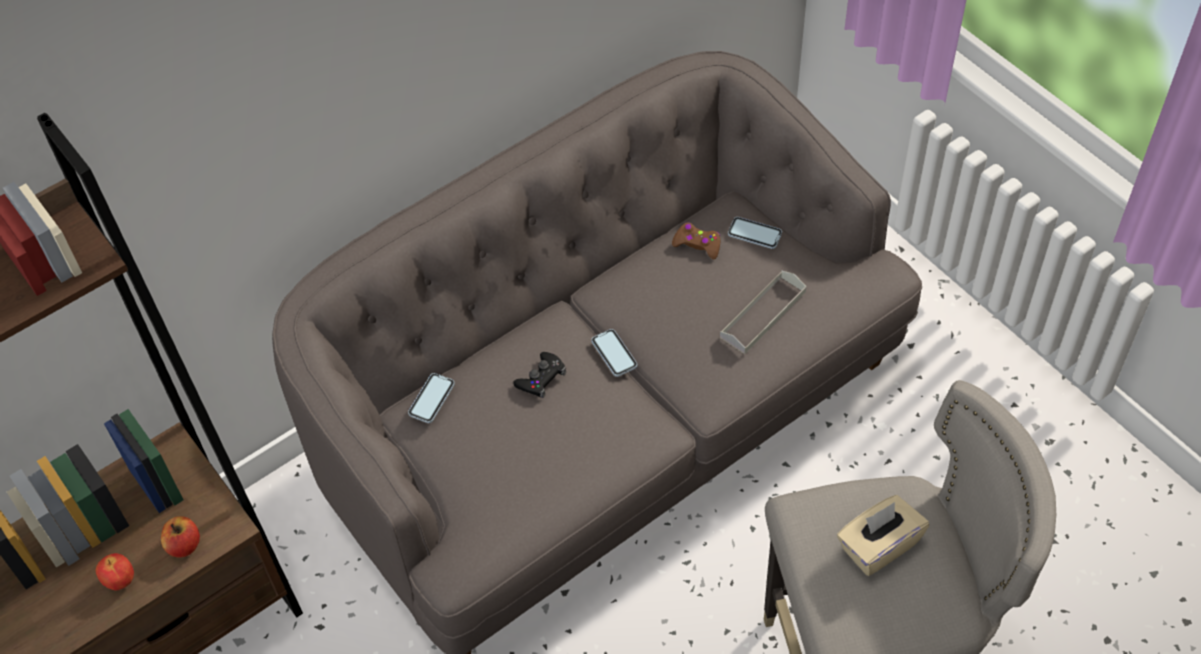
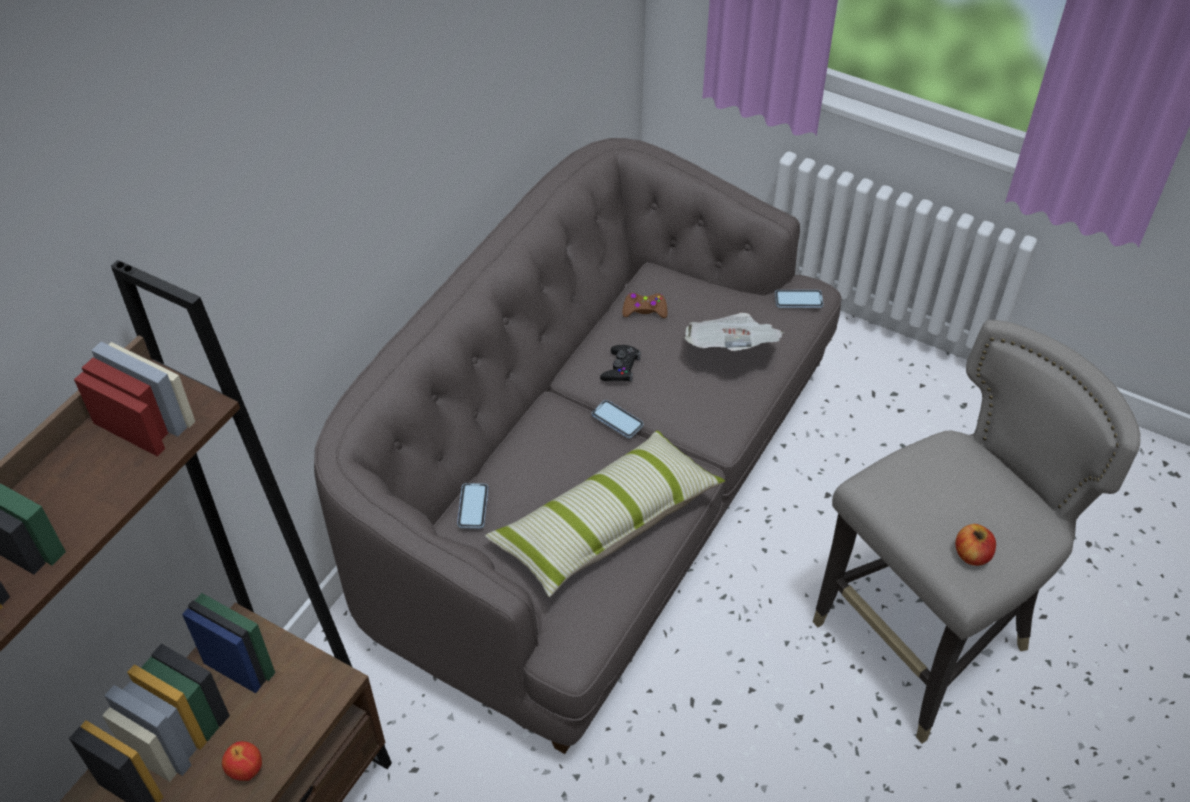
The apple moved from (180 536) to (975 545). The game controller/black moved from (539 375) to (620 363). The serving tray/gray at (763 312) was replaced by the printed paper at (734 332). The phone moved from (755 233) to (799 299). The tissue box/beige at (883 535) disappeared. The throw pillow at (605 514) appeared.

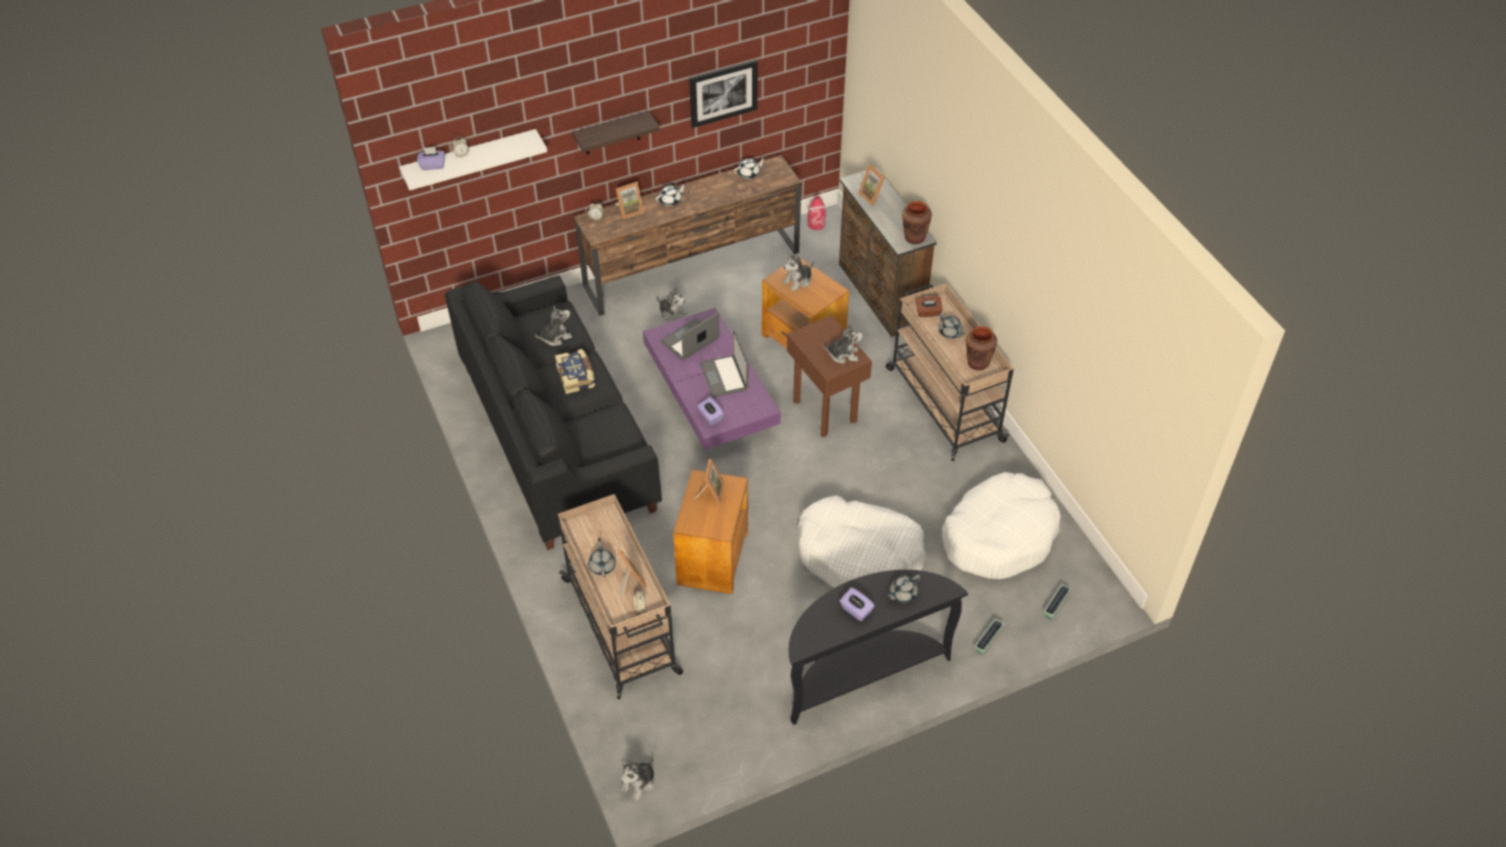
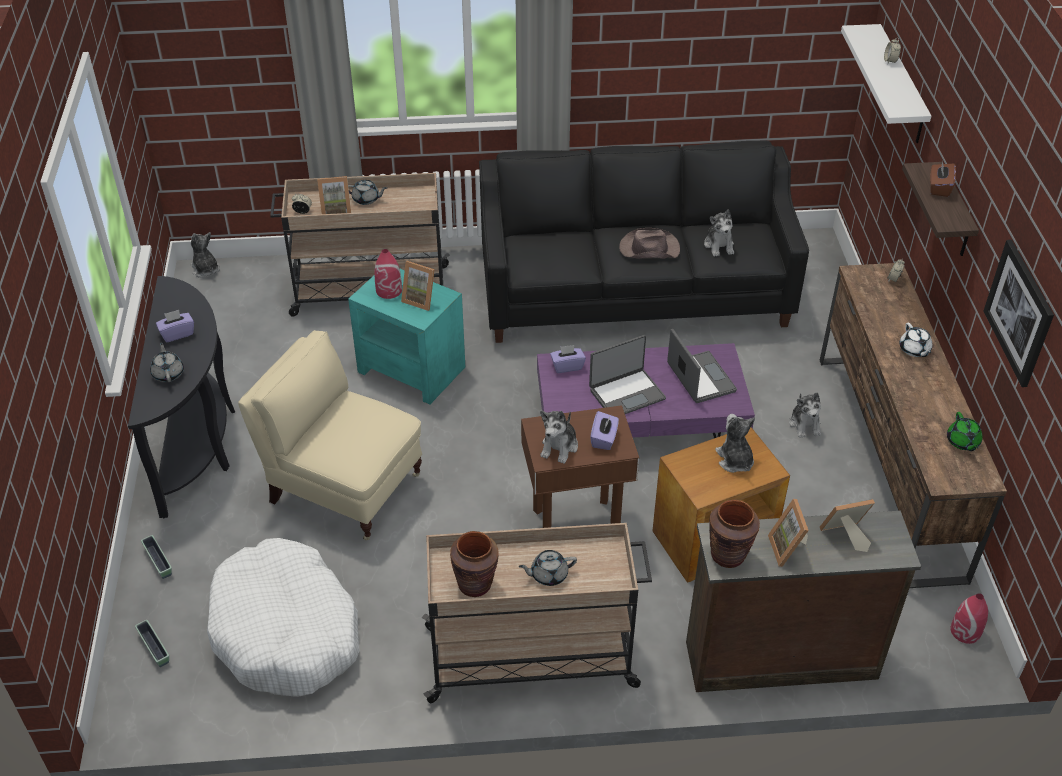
The tissue box/purple-coloured moved from (431 158) to (604 430). The volume at (575 371) was replaced by the wearable hat/brownish at (649 243). The photo frame moved from (629 200) to (788 533). The cuddly toy at (672 304) turned 60 degrees counterclockwise. The side table/brownish at (710 531) became the side table/turquoise at (406 336). The portable computer at (724 364) turned 150 degrees clockwise. The pot for tea/whitish at (750 168) became the pot for tea/greenish at (965 431). The dog bed/whitish at (862 541) was replaced by the lounge chair/beige at (330 435). The tissue box/brownish moved from (929 306) to (943 179). The vase/red-coloured at (388 274) appeared.

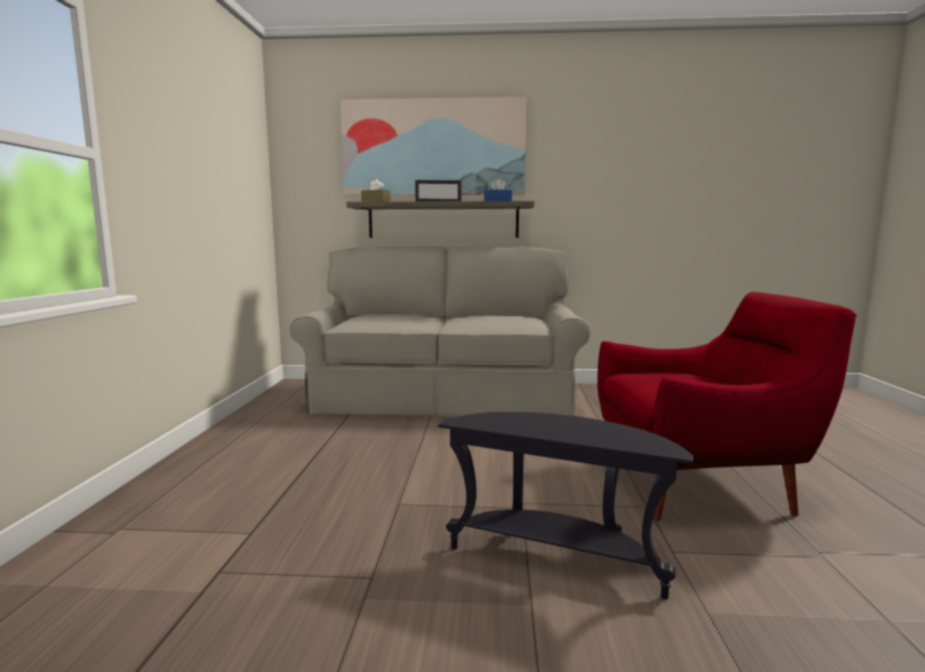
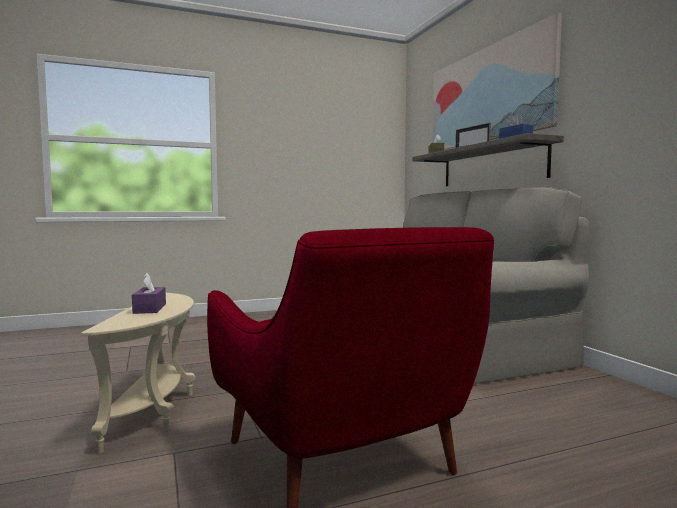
The side table/black at (566 506) became the side table/beige at (138 373). The tissue box/purple-coloured at (149 293) appeared.

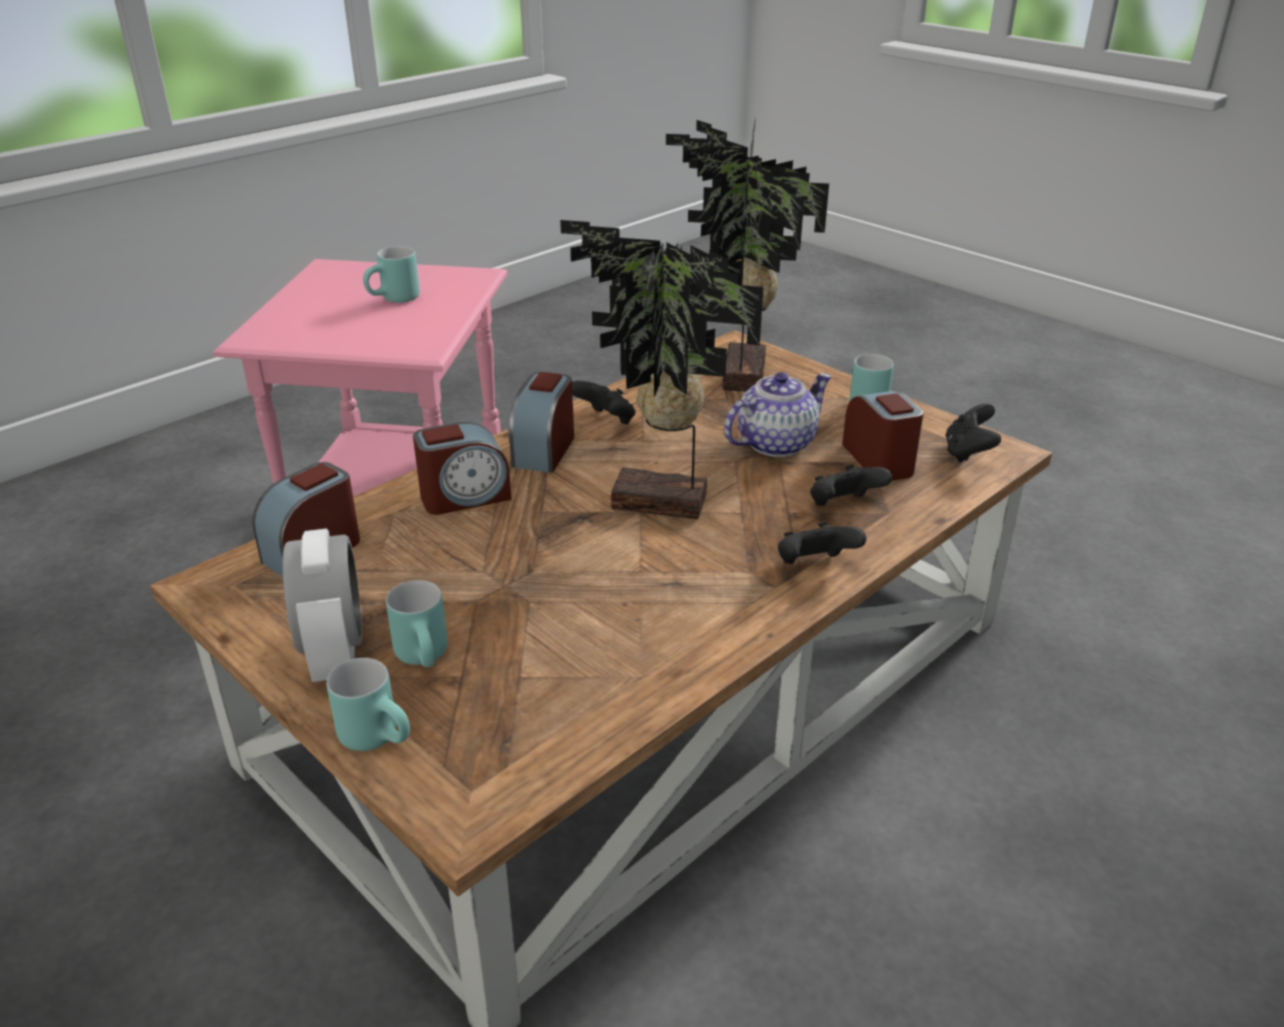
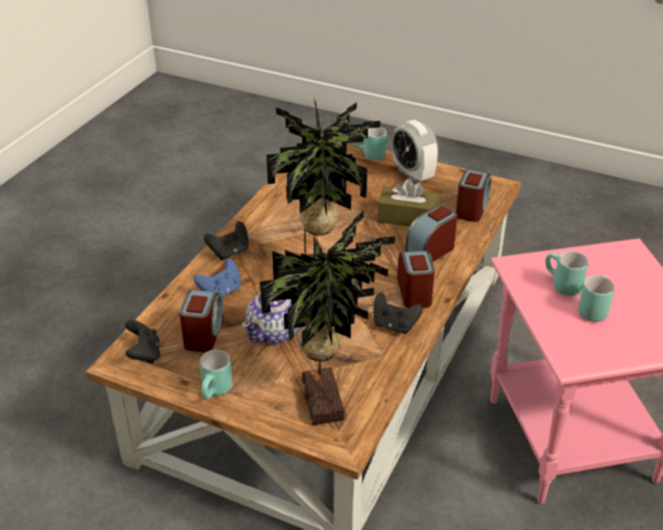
The tea mug/turquoise moved from (417 623) to (566 273). The game controller/black at (851 485) became the game controller/bluish at (217 278). The bedside clock at (883 436) turned 135 degrees counterclockwise. The tissue box/brownish at (408 202) appeared.

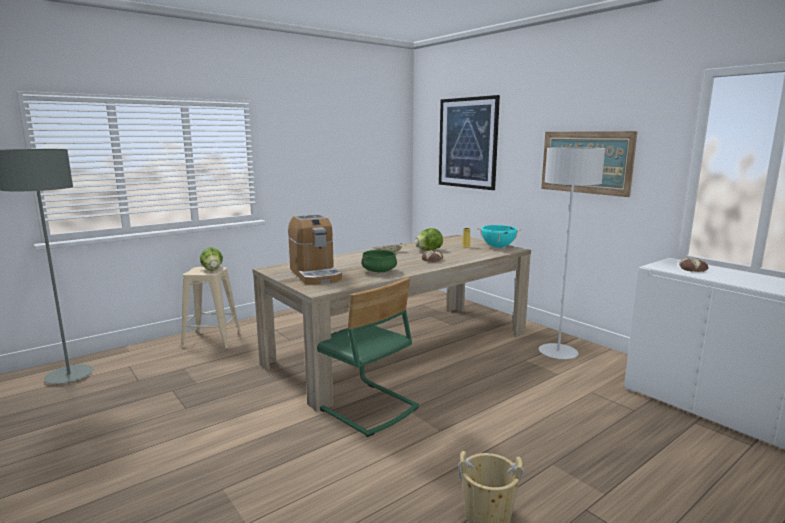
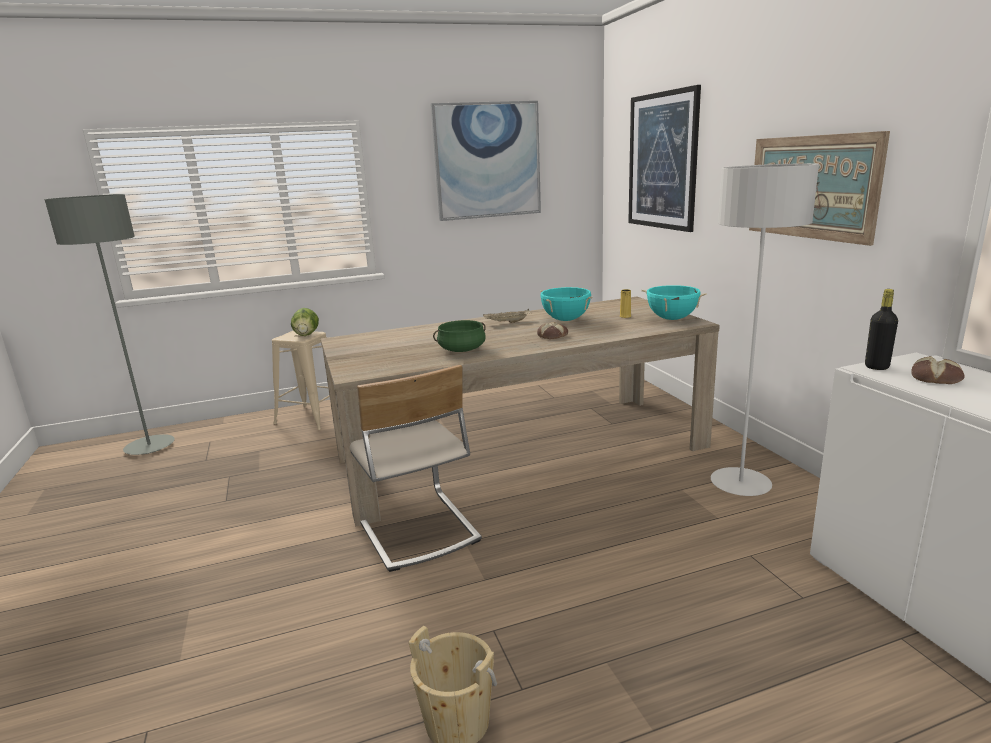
The coffee machine at (315 249) disappeared. The chair/greenish at (368 357) became the chair/beige at (416 468). The head of lettuce at (429 239) was replaced by the cooking pot/turquoise at (566 304). The wall picture at (485 161) appeared. The drink bottle/black at (881 329) appeared.

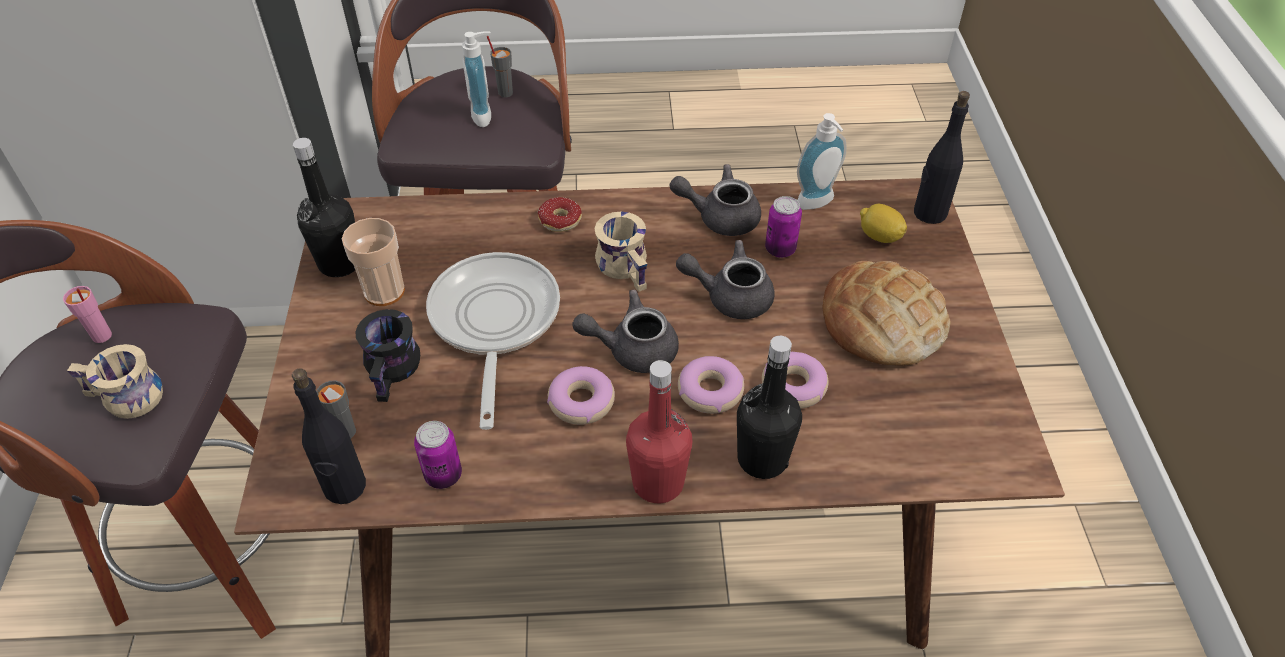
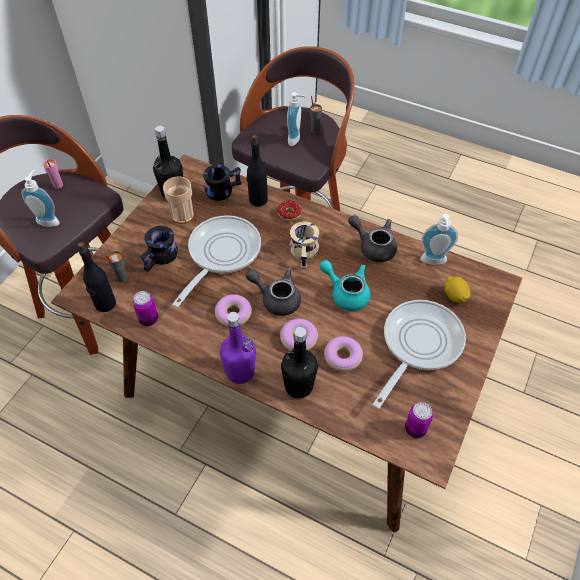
The tea mug/beige at (115 381) was replaced by the liquid soap bottle at (40 198). The drink bottle/red-coloured at (659 431) became the drink bottle/purple-coloured at (238 348). The pot for tea/gray at (725 279) became the pot for tea/turquoise at (345 285). The sealed can moved from (783 227) to (419 420). The baked bread at (886 313) was replaced by the frying pan at (419 354). The drink bottle/black moved from (942 157) to (257 171). The tea mug/black at (222 182) appeared.

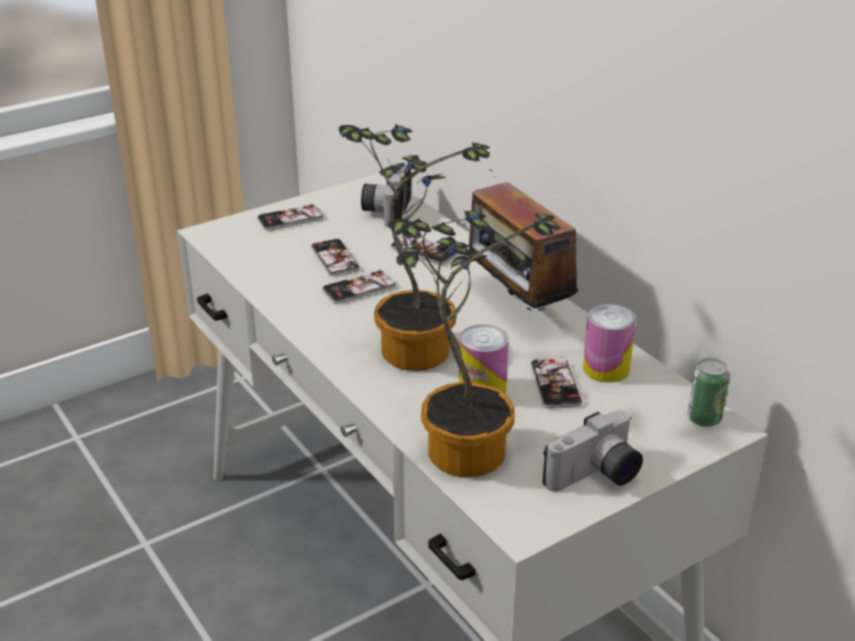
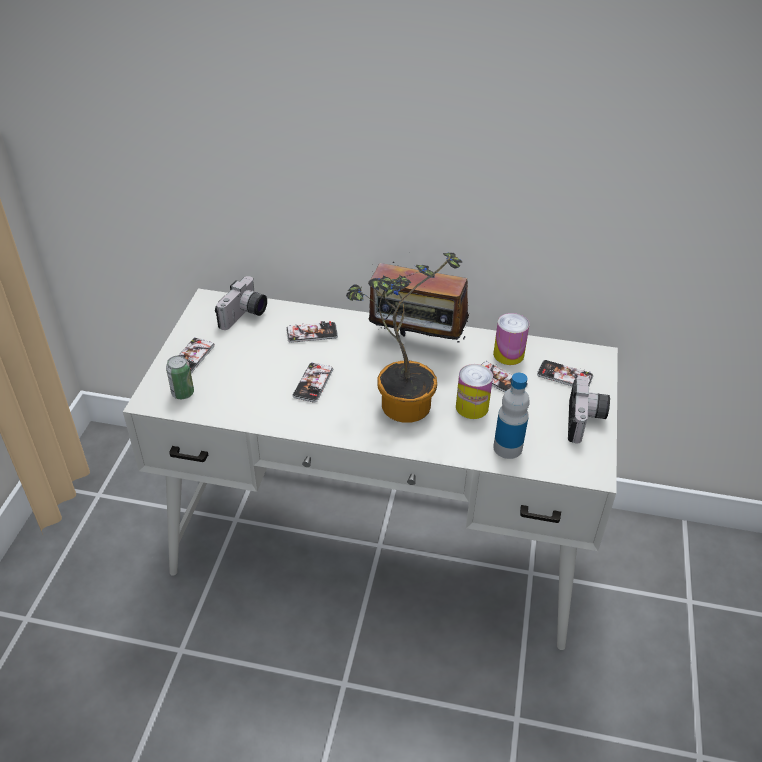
The phone moved from (335 257) to (565 373). The still camera at (386 196) turned 120 degrees counterclockwise. The houseplant at (474 343) was replaced by the drink bottle at (511 416). The sealed can moved from (708 392) to (180 377).

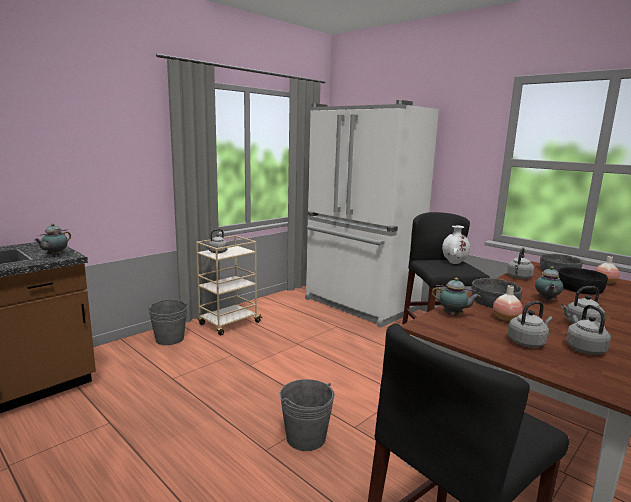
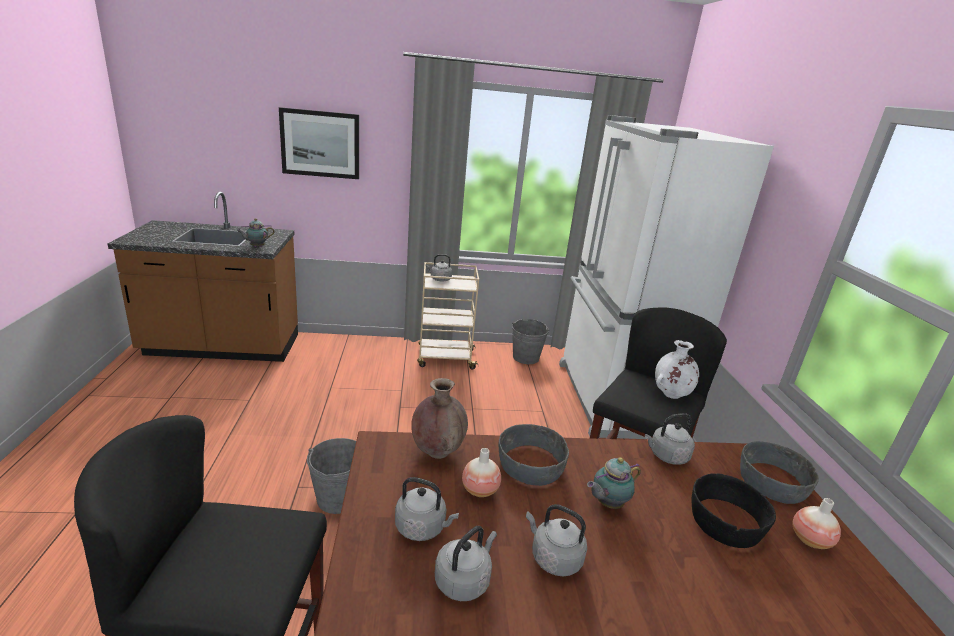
The bucket/gray moved from (168 322) to (530 341). The pot for tea at (456 297) was replaced by the vase/brownish at (439 418). The wall picture at (319 143) appeared.

